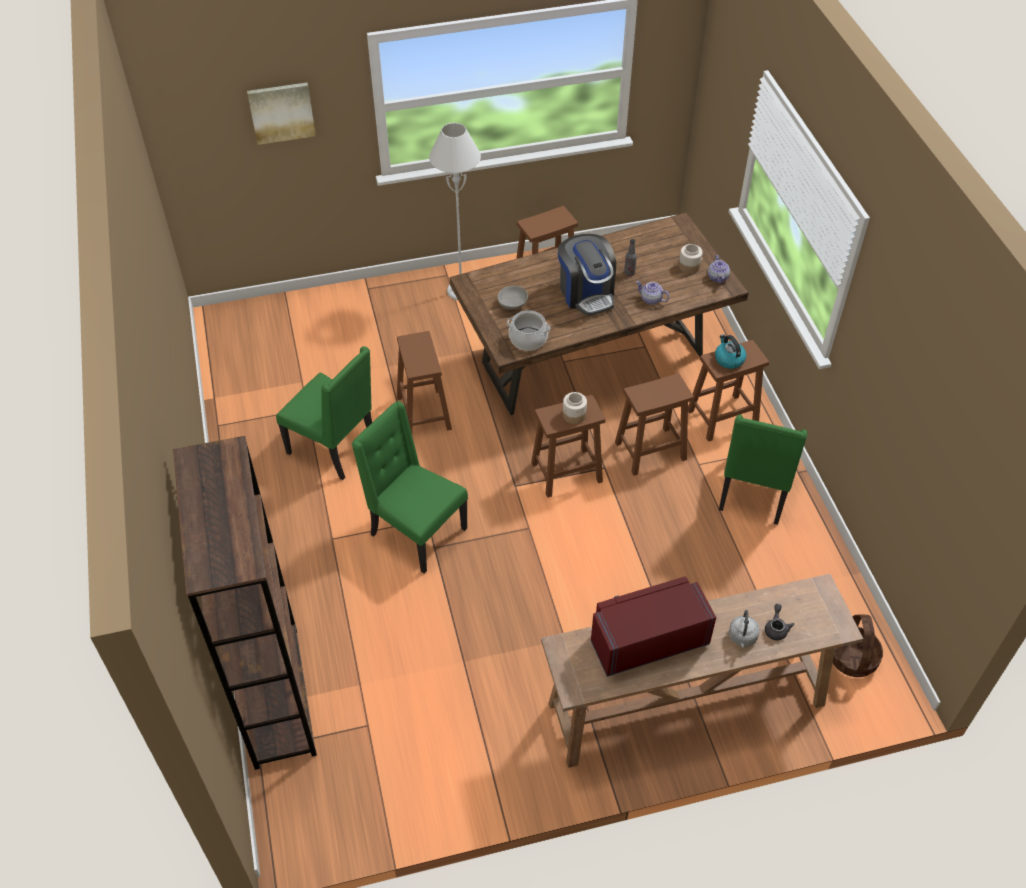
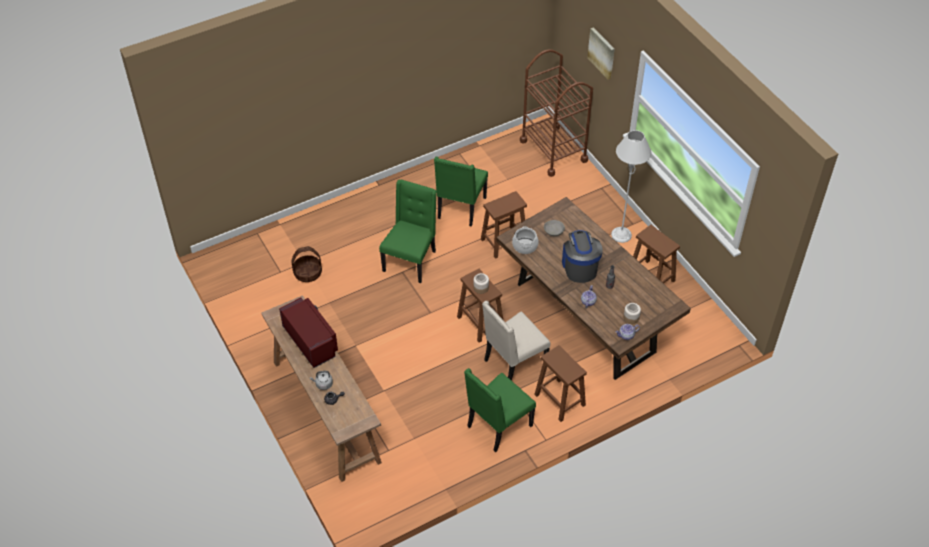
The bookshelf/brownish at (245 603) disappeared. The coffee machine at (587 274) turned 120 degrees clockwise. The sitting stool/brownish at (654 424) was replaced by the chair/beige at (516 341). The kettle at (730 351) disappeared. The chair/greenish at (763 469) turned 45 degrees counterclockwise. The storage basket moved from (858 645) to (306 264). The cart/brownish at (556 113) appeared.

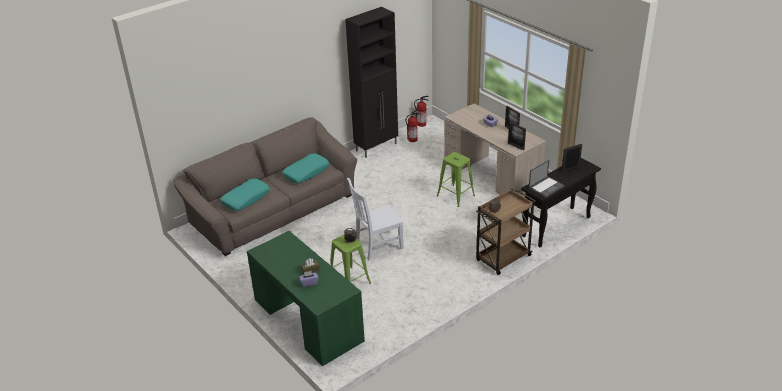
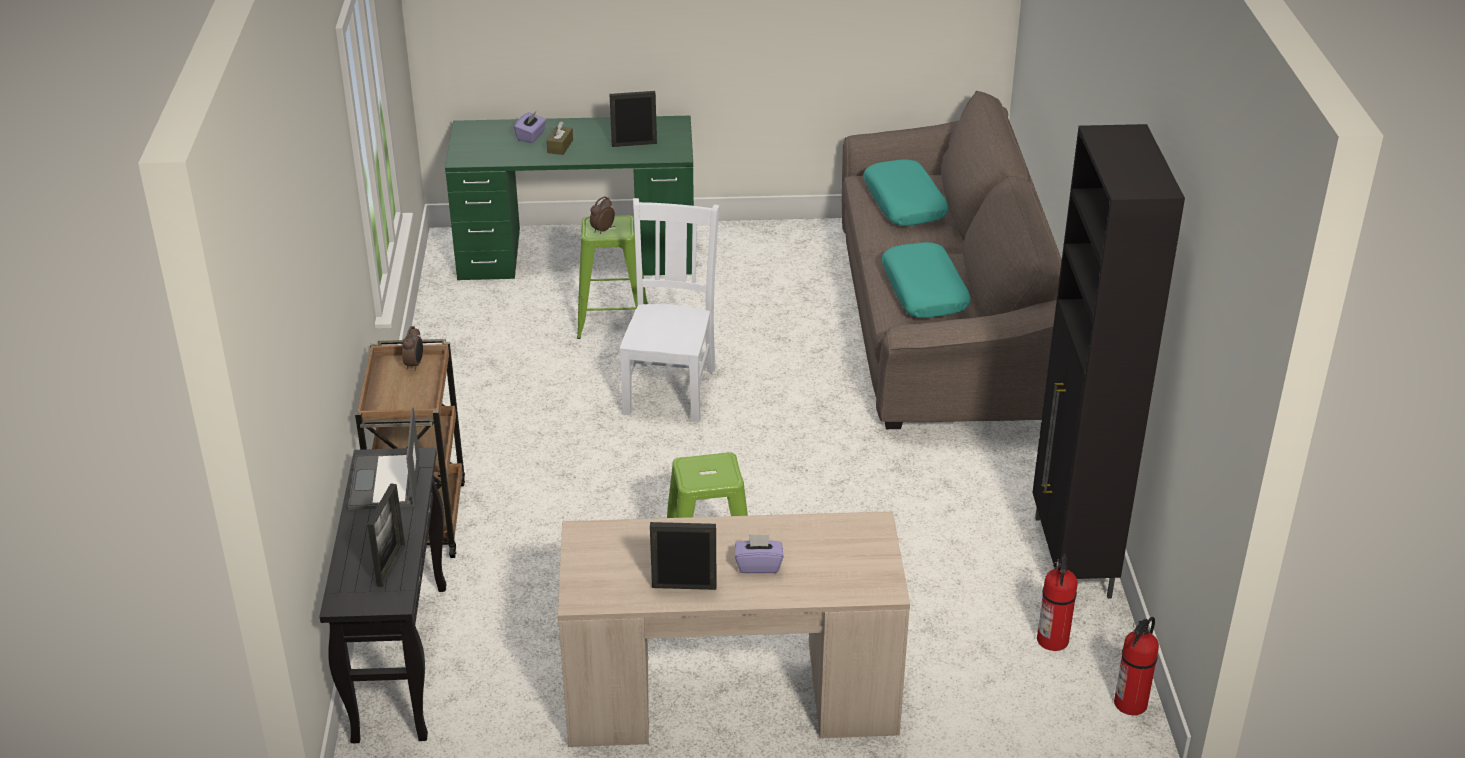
The photo frame moved from (517 136) to (633 119).

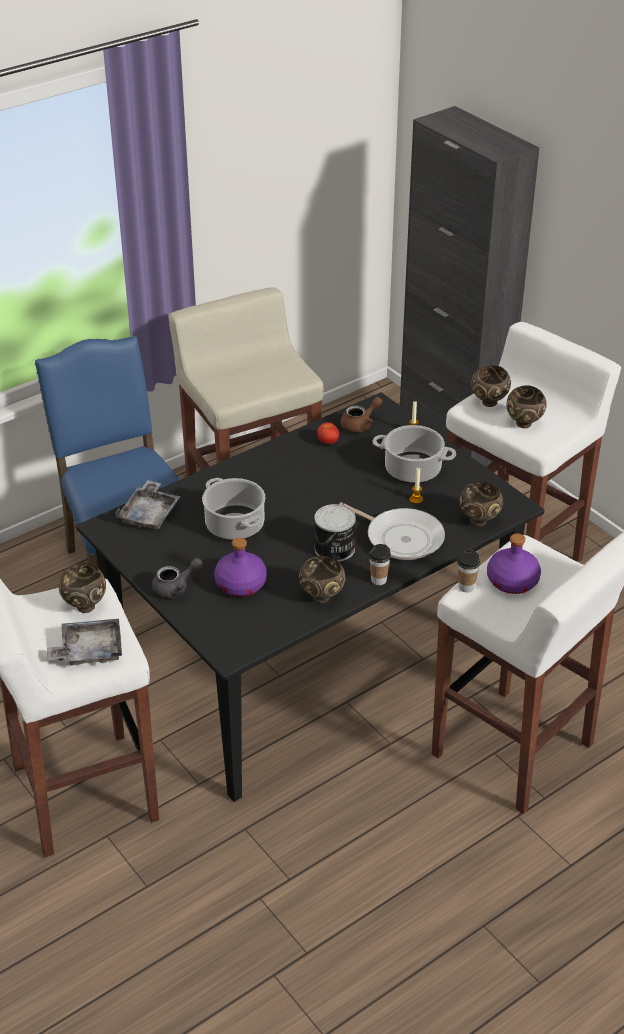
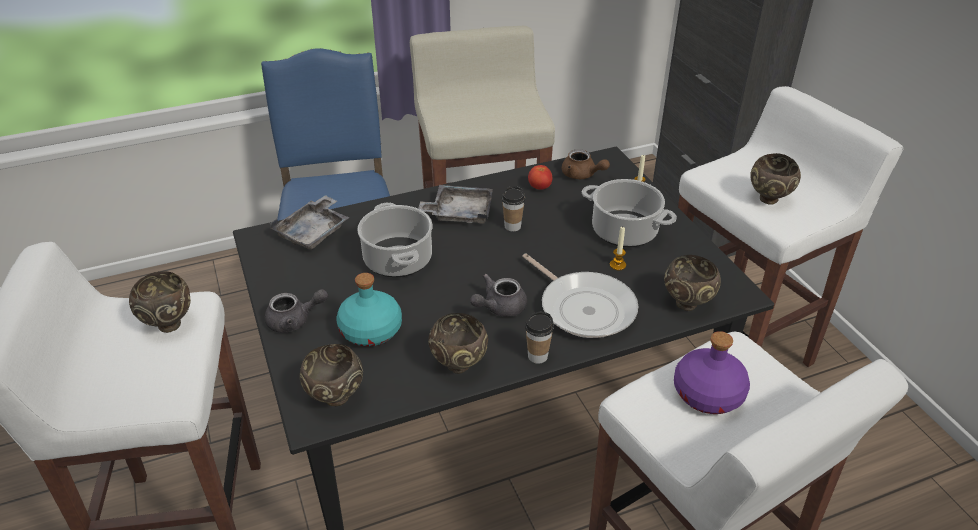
The serving tray/gray moved from (84 642) to (455 204). The drink bottle/purple-coloured at (240 567) became the drink bottle/turquoise at (369 309). The sealed can at (335 533) was replaced by the pot for tea/gray at (498 295). The pot for tea/brownish at (361 415) turned 60 degrees clockwise. The drinking cup moved from (468 571) to (513 208). The serving bowl/brownish moved from (491 386) to (331 375).

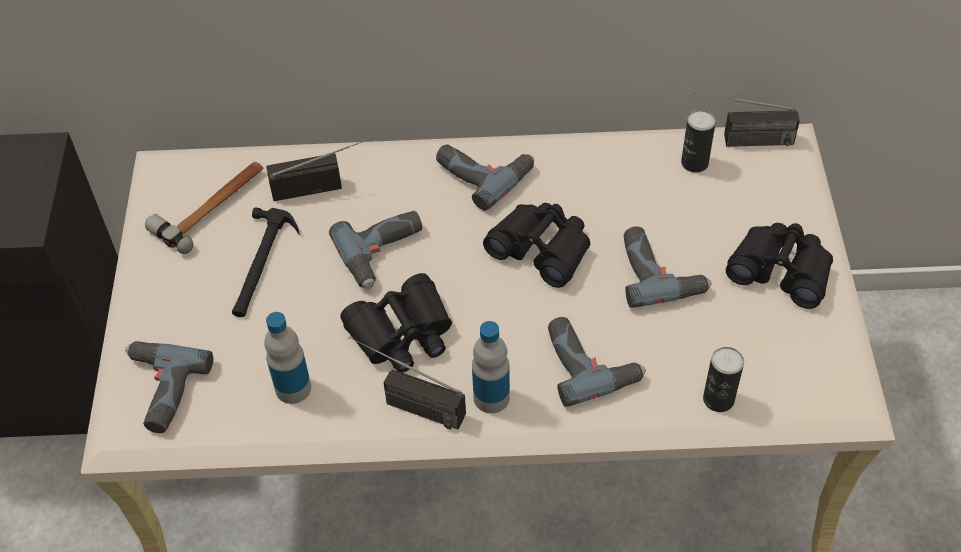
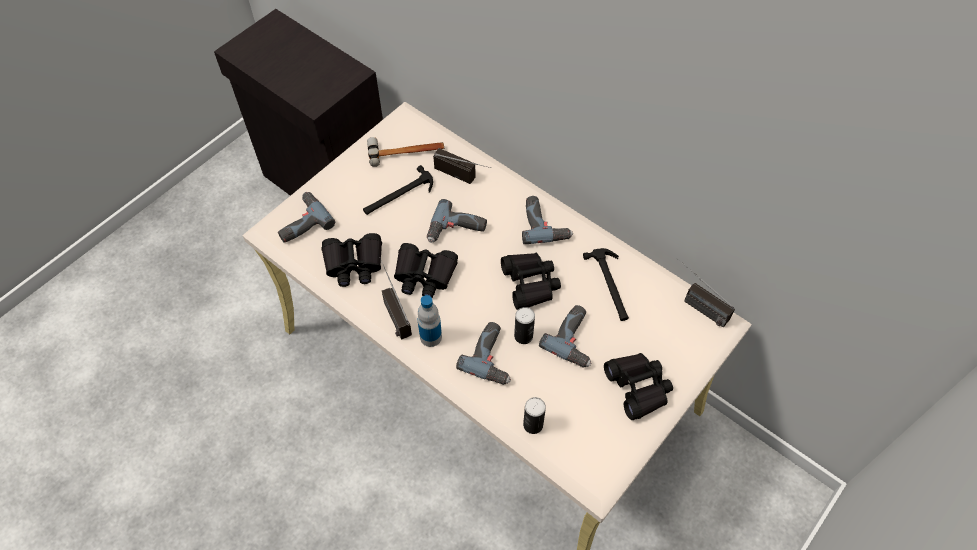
The drink bottle at (287 358) was replaced by the field glasses/black at (352 260). The sealed can moved from (698 141) to (524 325). The tool hammer at (606 284) appeared.

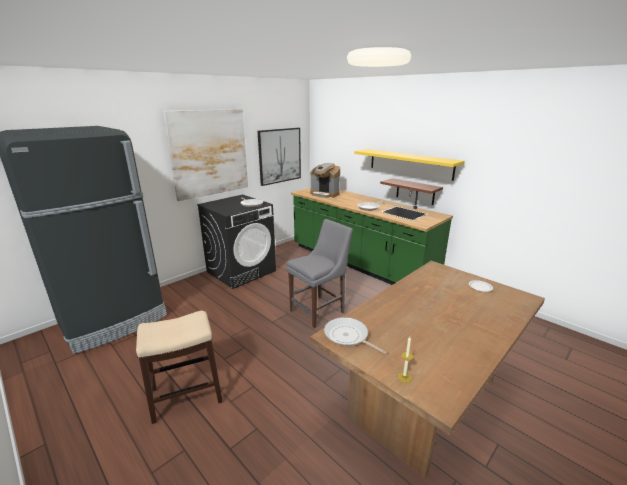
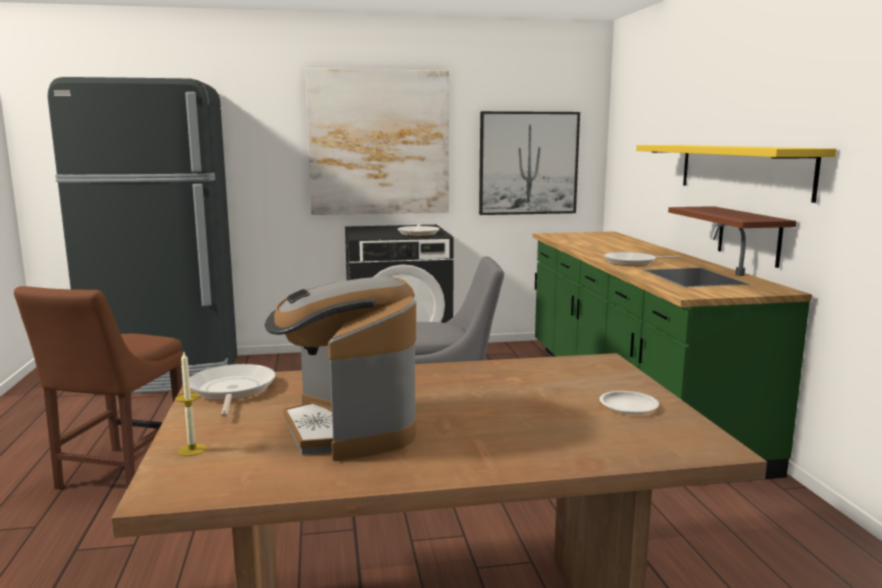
The sitting stool at (179 367) was replaced by the chair/brownish at (98 388). The coffee machine moved from (325 180) to (341 368).

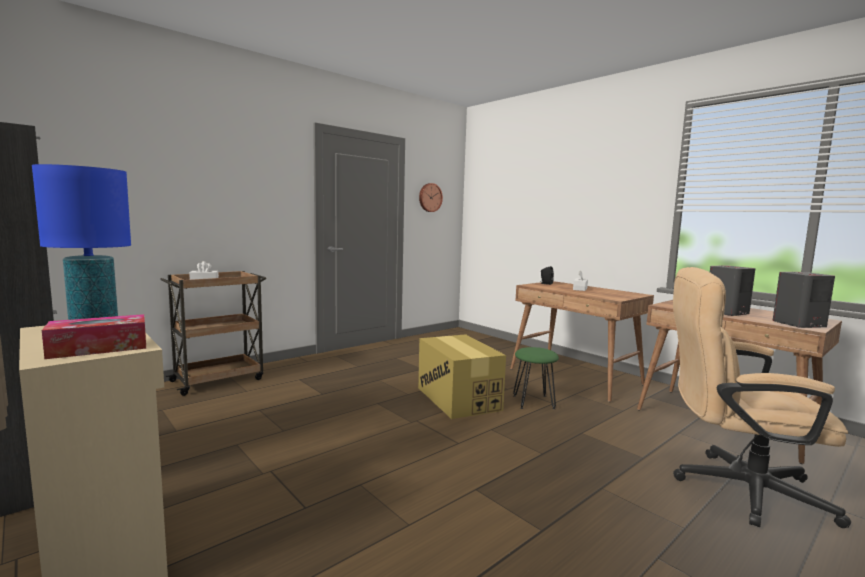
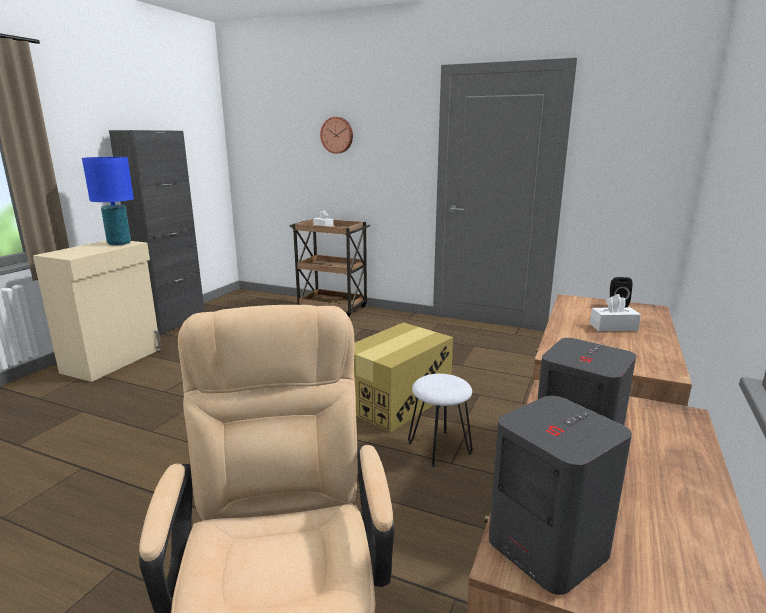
The tissue box at (94 336) disappeared. The clock on the wall moved from (431 197) to (336 135). The sitting stool/greenish at (536 378) became the sitting stool/whitish at (440 420).

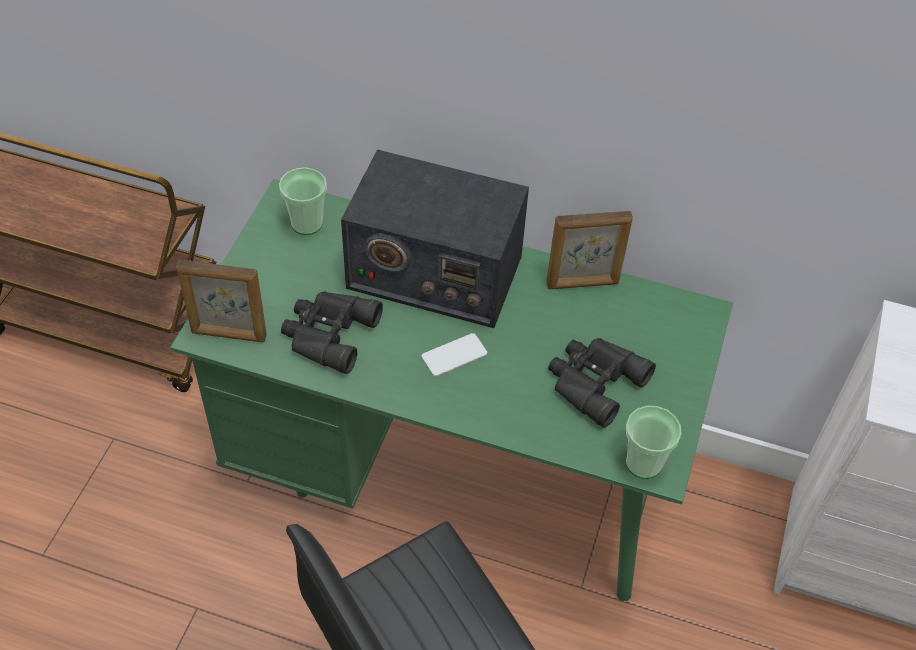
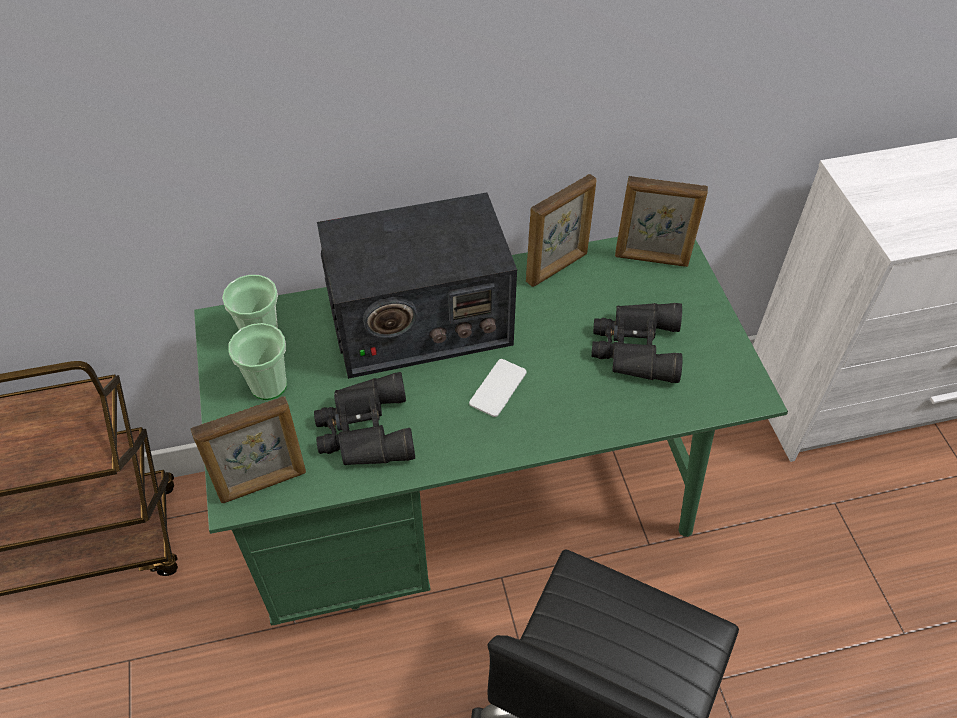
The drinking cup moved from (654 442) to (257 361). The photo frame at (661 221) appeared.

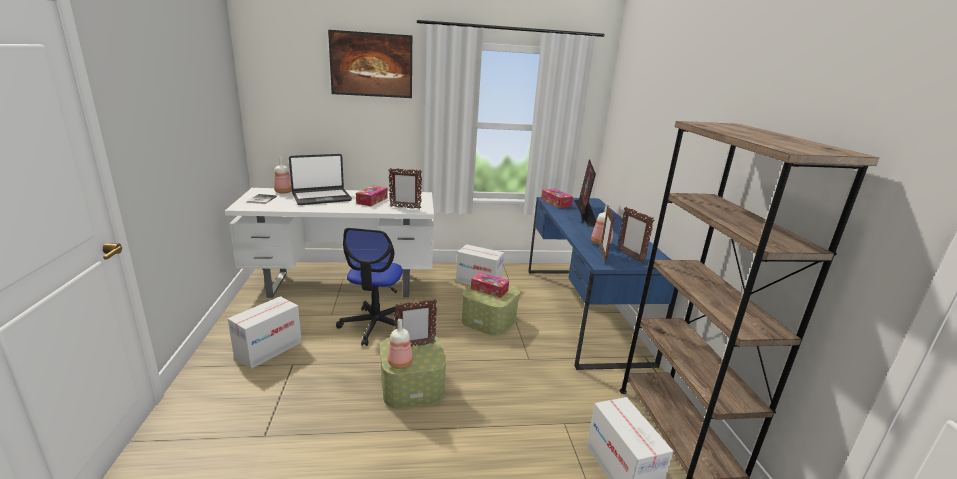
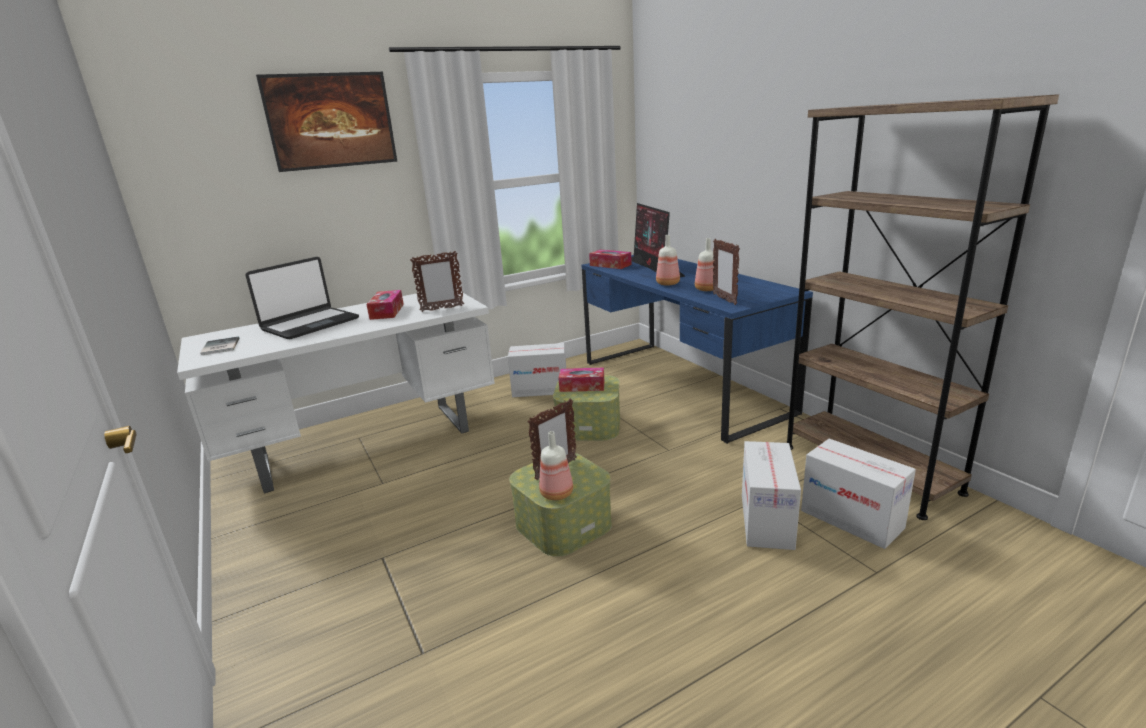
The carton moved from (265 332) to (771 495). The drink bottle moved from (283 175) to (668 260). The computer chair at (370 287) disappeared. The photo frame at (635 235) disappeared.

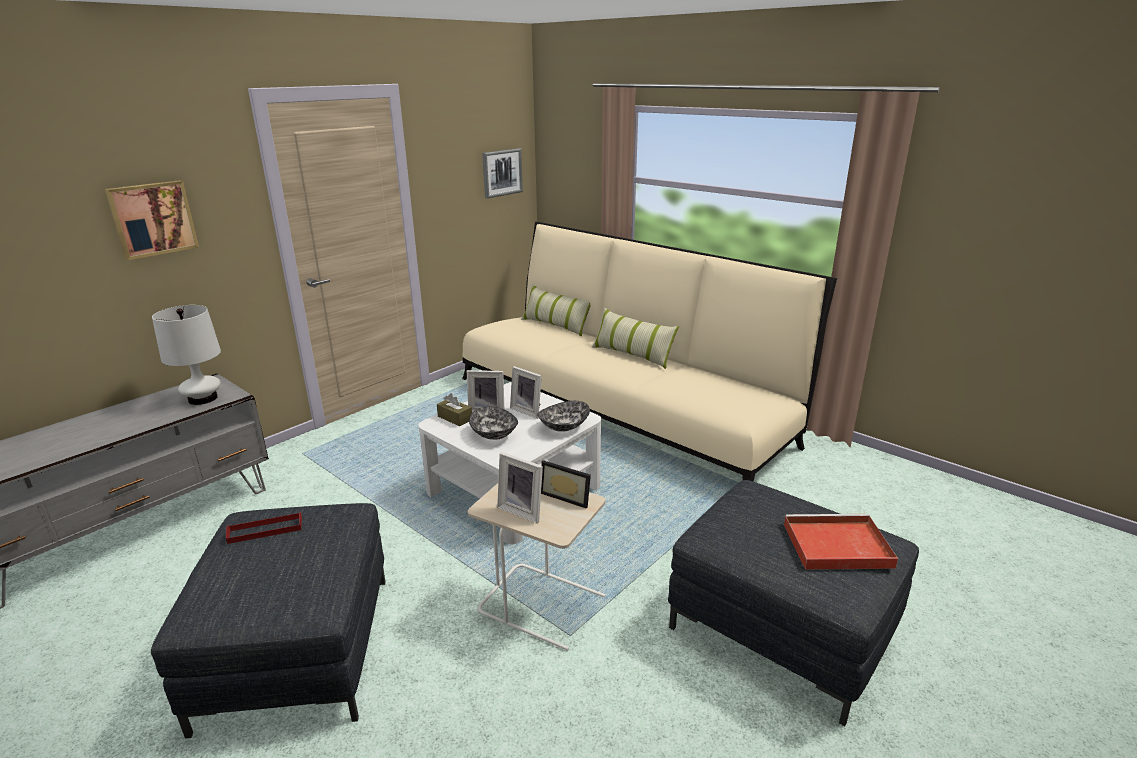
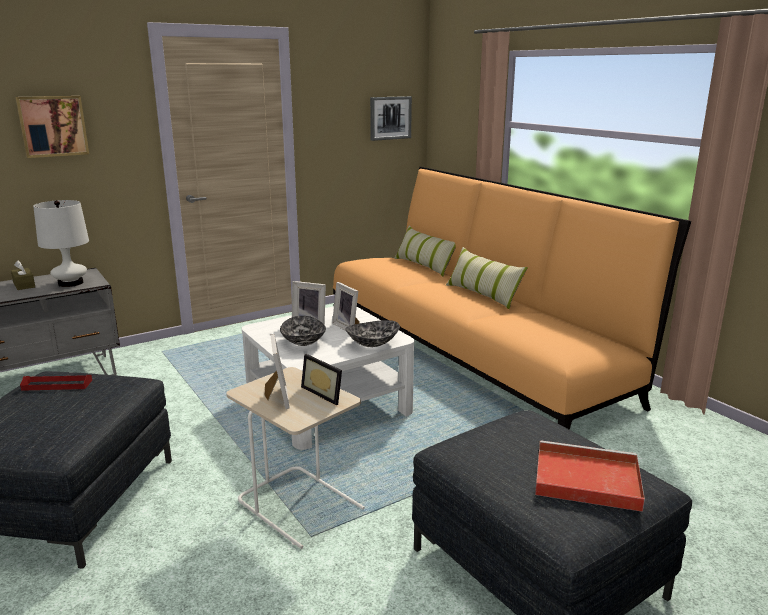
The tissue box/brownish moved from (454 409) to (23 275). The sofa/beige at (649 351) became the sofa/orangey at (512 298). The photo frame at (520 488) turned 150 degrees counterclockwise.

